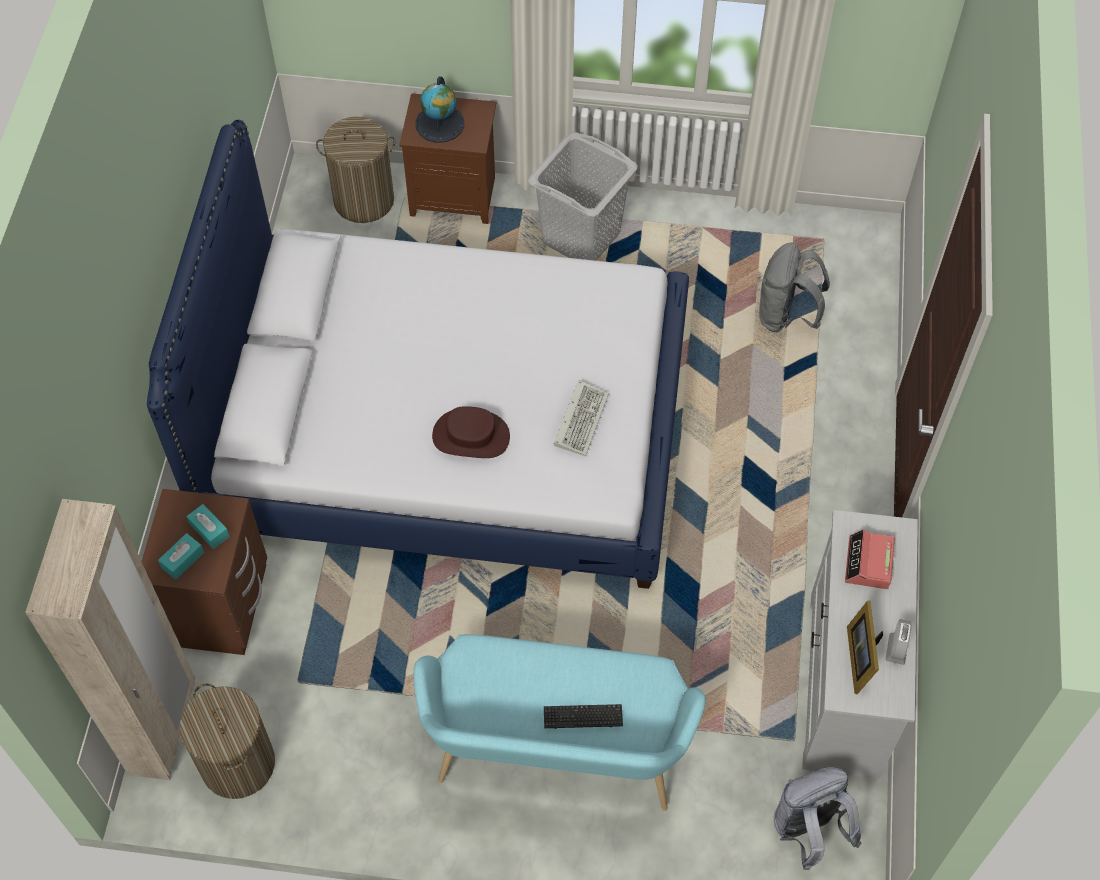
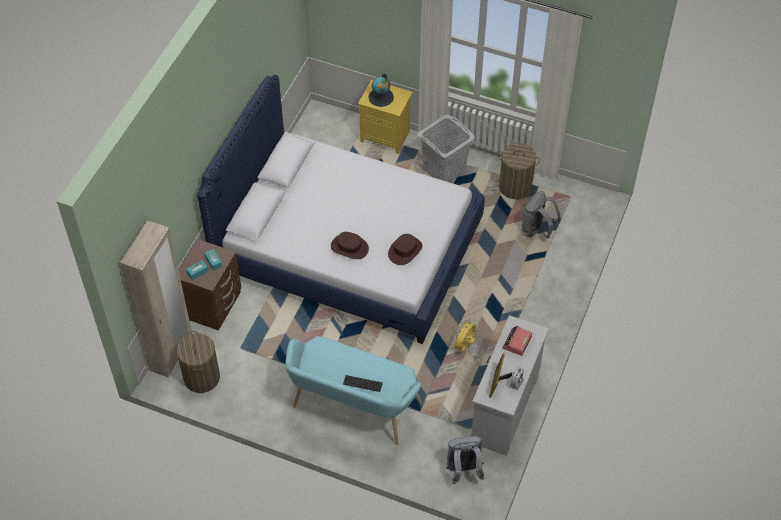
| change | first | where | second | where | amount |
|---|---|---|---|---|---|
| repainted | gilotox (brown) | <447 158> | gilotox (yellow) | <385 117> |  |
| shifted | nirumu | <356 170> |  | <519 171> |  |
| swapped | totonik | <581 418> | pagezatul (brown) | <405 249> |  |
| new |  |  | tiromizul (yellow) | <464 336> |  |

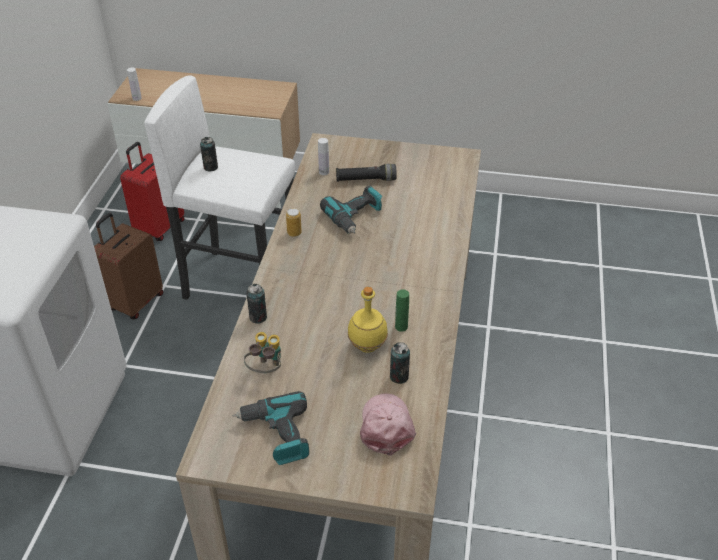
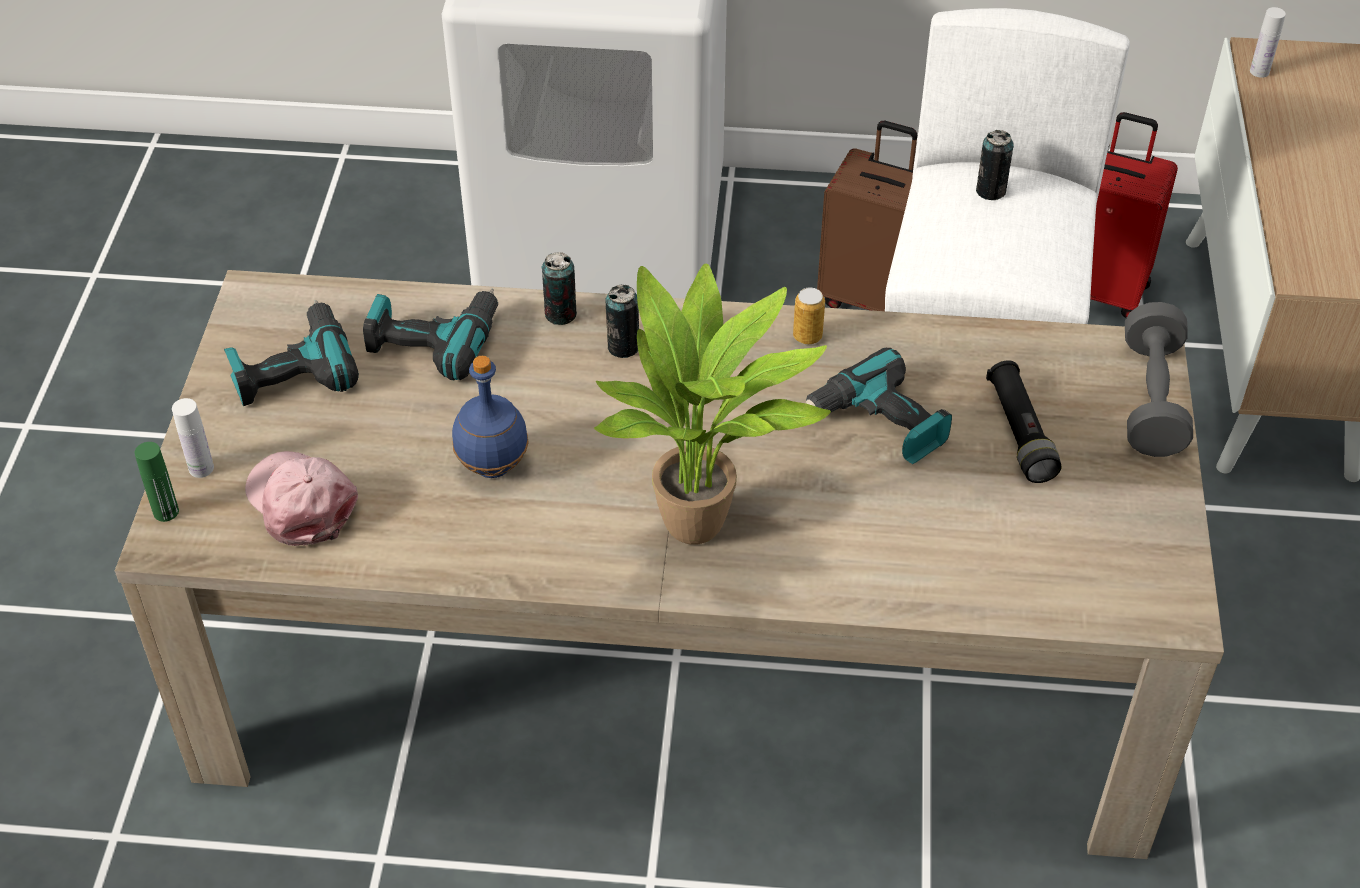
| change | first | where | second | where | amount |
|---|---|---|---|---|---|
| shifted | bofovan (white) | <323 156> |  | <193 438> |  |
| repainted | bofovan (yellow) | <368 319> | bofovan (blue) | <490 417> |  |
| shifted | bofovan (green) | <402 310> |  | <157 482> |  |
| swapped | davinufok | <262 352> | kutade | <430 334> |  |
| shifted | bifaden | <400 363> |  | <622 321> |  |
| rotated | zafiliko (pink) | <388 424> |  | <301 498> | 120 degrees counterclockwise |
| new |  |  | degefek | <712 404> |  |
| new |  |  | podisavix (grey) | <1159 379> |  |

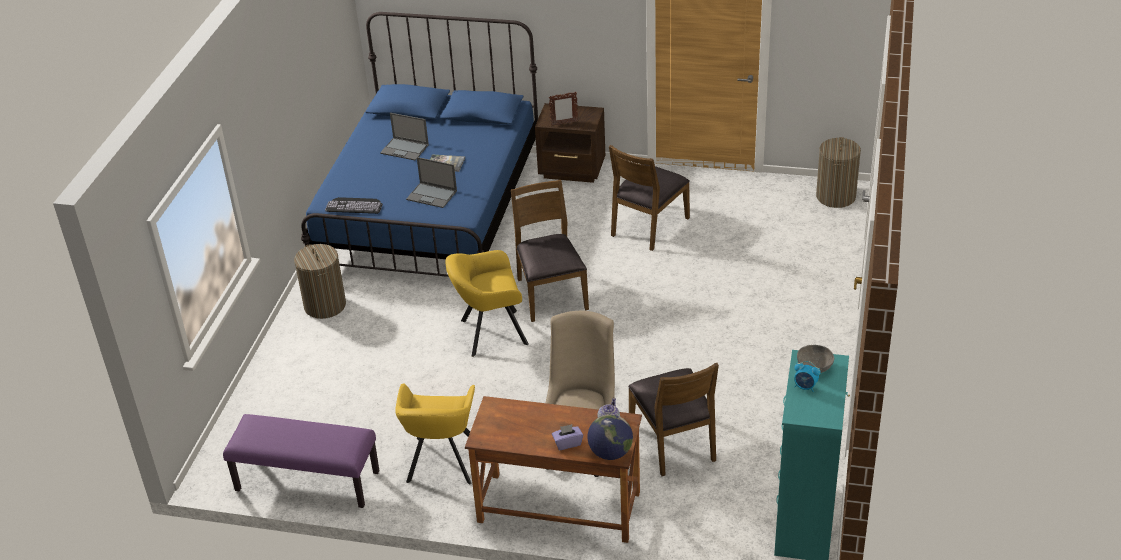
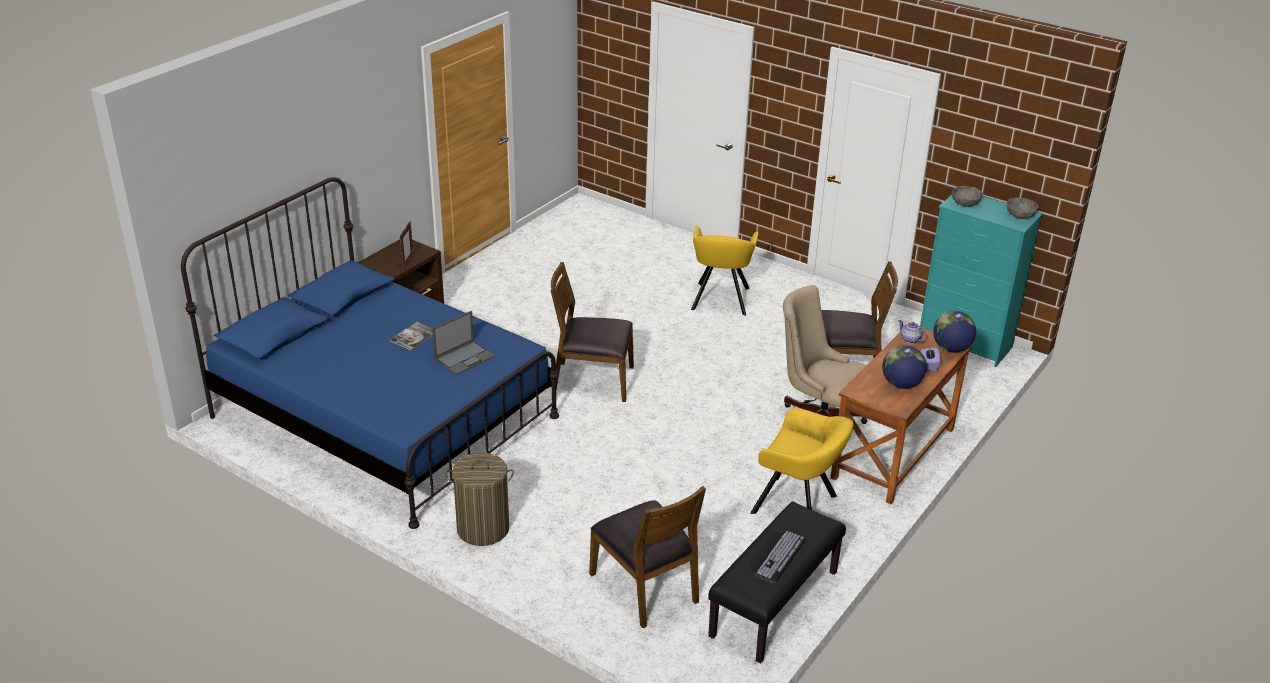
| change | first | where | second | where | amount |
|---|---|---|---|---|---|
| gone | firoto | <404 137> |  |  |  |
| gone | nirumu | <838 172> |  |  |  |
| shifted | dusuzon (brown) | <649 198> |  | <647 557> |  |
| shifted | totonik | <354 205> |  | <777 557> |  |
| shifted | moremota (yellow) | <487 303> |  | <724 271> |  |
| gone | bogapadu | <807 376> |  |  |  |
| repainted | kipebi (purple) | <301 461> | kipebi (black) | <777 582> |  |
| new |  |  | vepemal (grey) | <1022 208> |  |
| new |  |  | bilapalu | <904 367> |  |

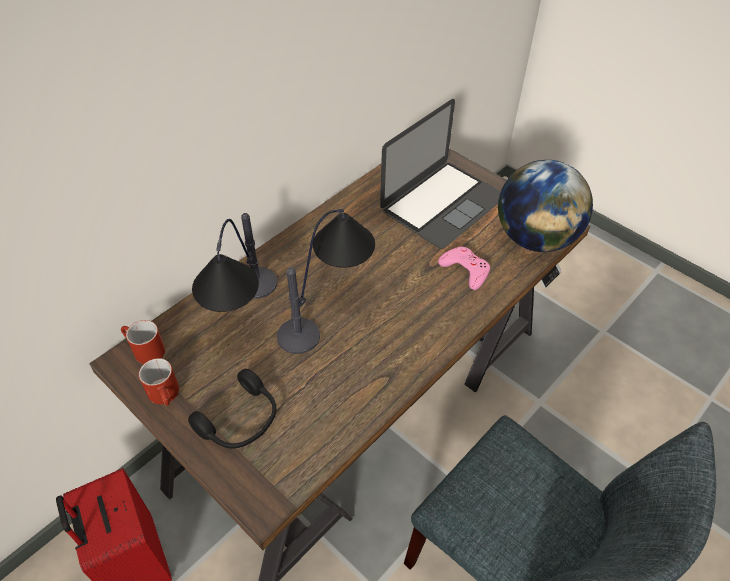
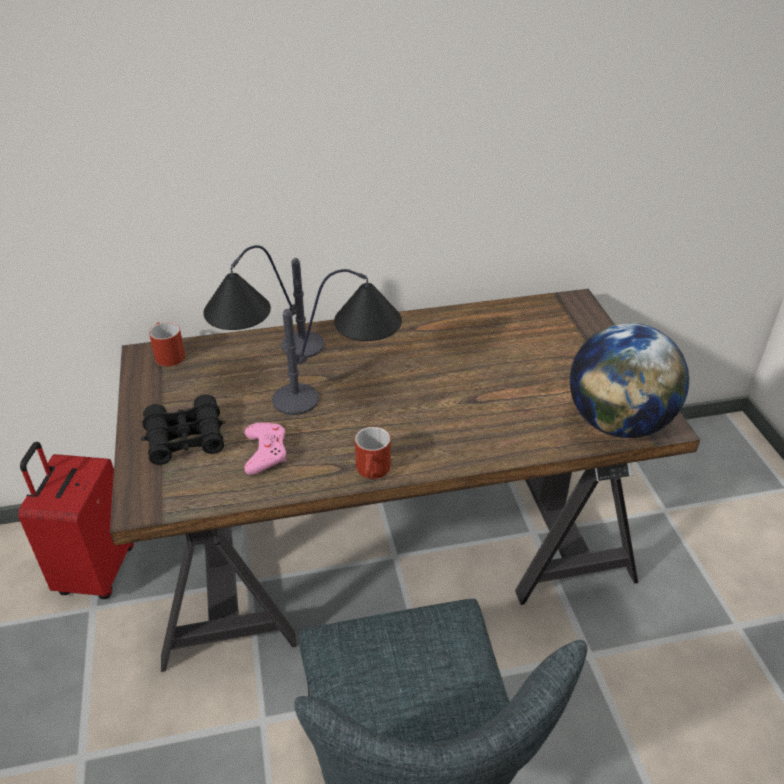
| change | first | where | second | where | amount |
|---|---|---|---|---|---|
| gone | firoto | <440 174> |  |  |  |
| shifted | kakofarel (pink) | <464 268> |  | <265 449> |  |
| shifted | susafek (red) | <159 382> |  | <373 453> |  |
| swapped | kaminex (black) | <232 408> | davinufok (black) | <183 429> |  |

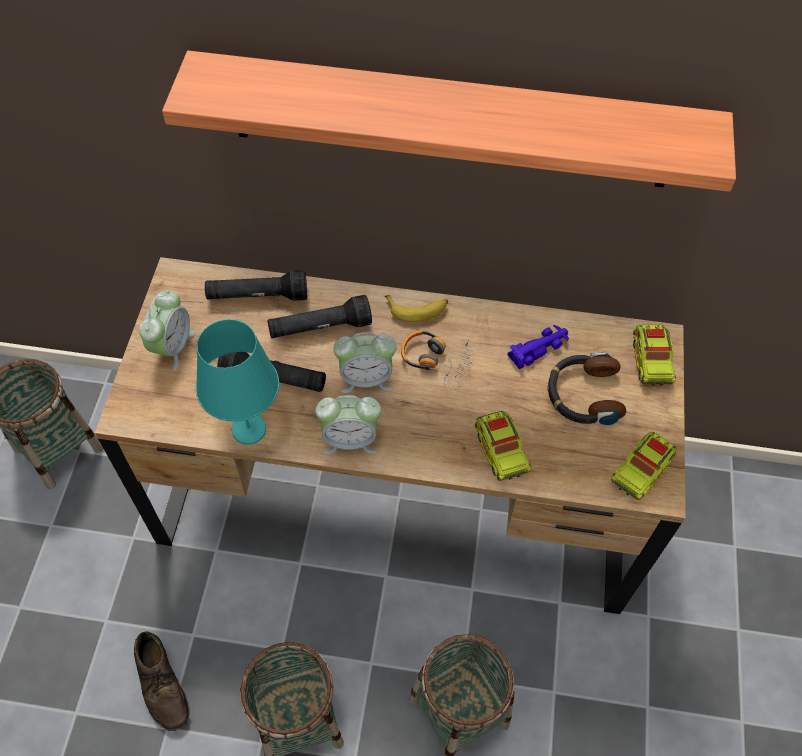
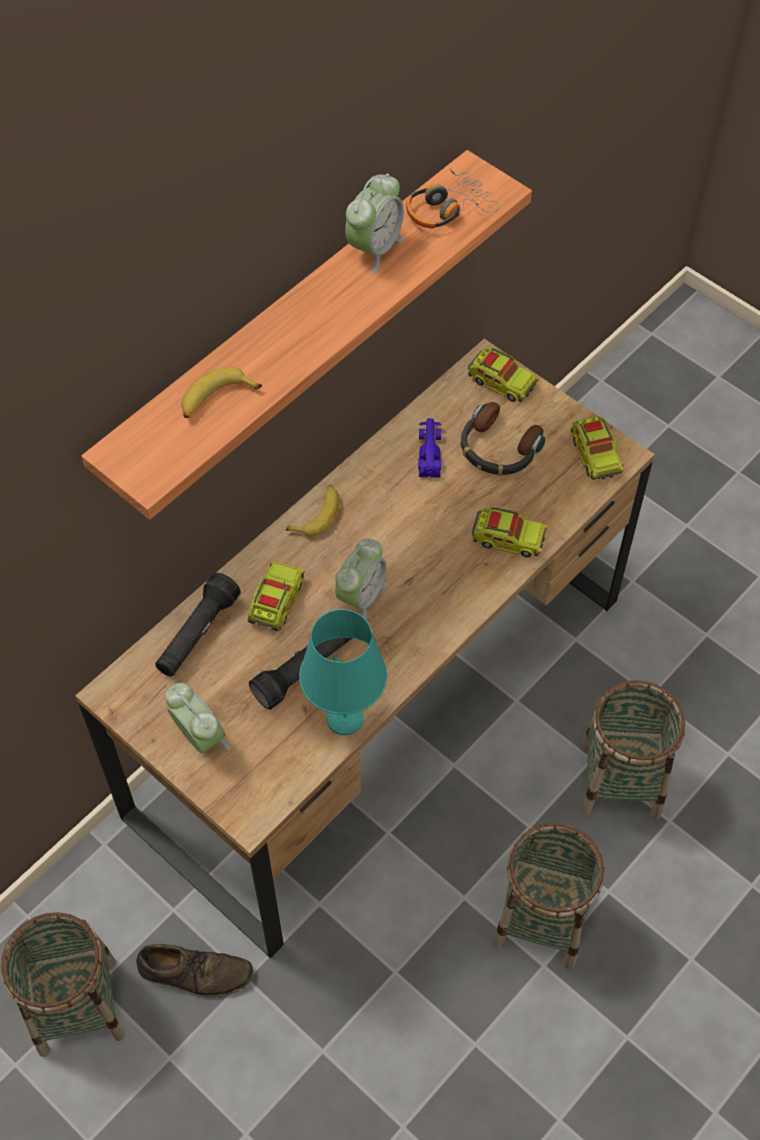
| change | first | where | second | where | amount |
|---|---|---|---|---|---|
| swapped | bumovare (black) | <319 316> | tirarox | <276 596> |  |
| shifted | kaminex | <437 360> |  | <452 199> |  |
| shifted | bogapadu | <348 424> |  | <375 224> |  |
| shifted | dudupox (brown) | <162 681> |  | <194 970> |  |
| new |  |  | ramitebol | <221 392> |  |

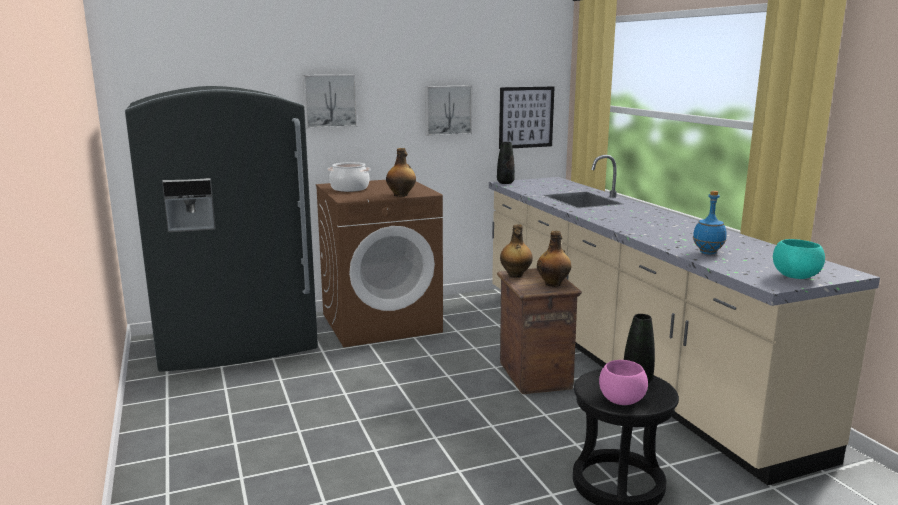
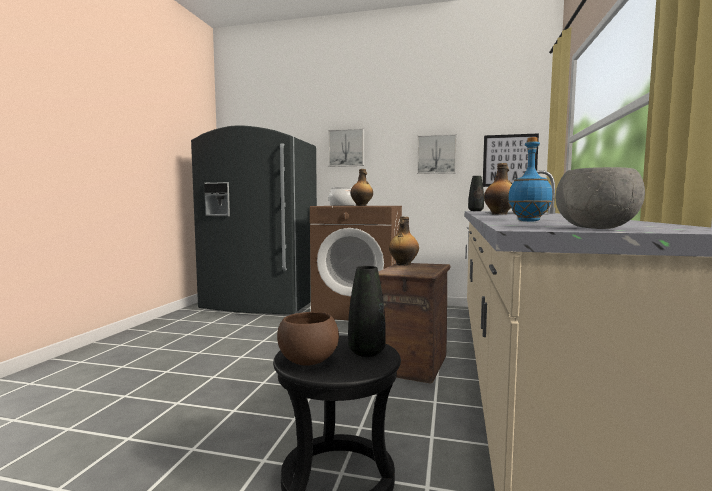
| change | first | where | second | where | amount |
|---|---|---|---|---|---|
| shifted | bofovan | <554 259> |  | <498 189> |  |
| repainted | vepemal (turquoise) | <799 259> | vepemal (grey) | <600 198> |  |
| repainted | vepemal (pink) | <623 382> | vepemal (brown) | <308 339> |  |

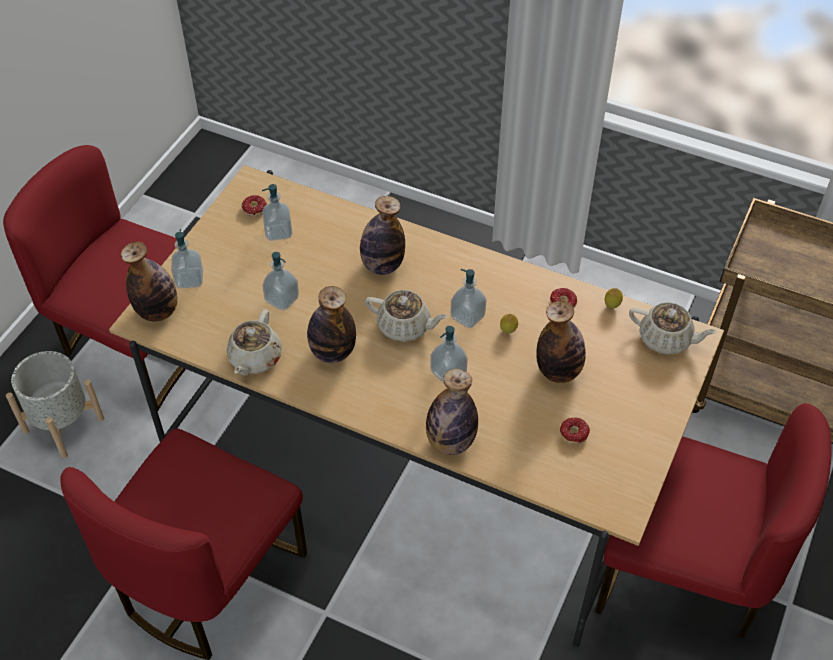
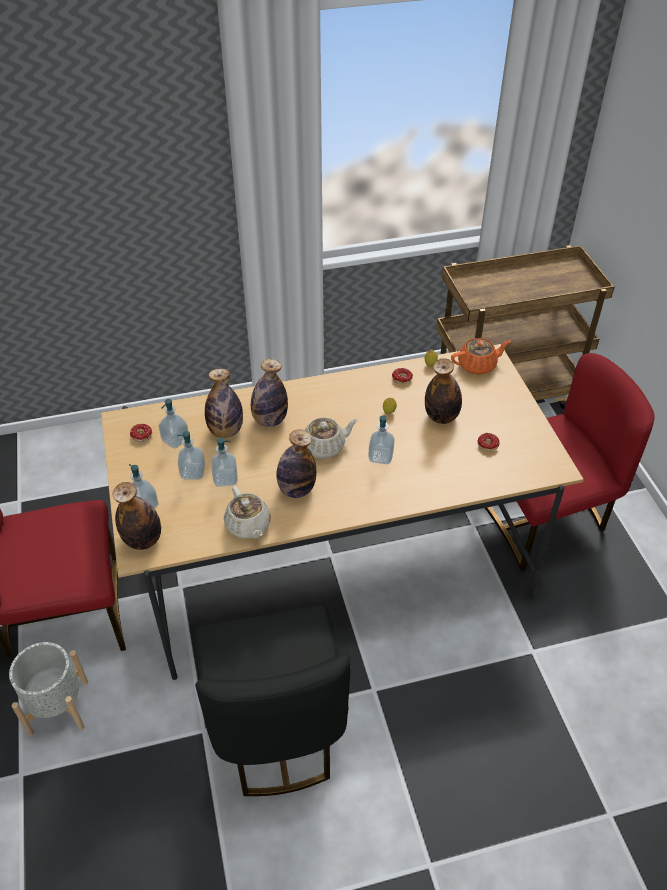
| change | first | where | second | where | amount |
|---|---|---|---|---|---|
| shifted | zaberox | <469 298> |  | <191 455> |  |
| repainted | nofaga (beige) | <673 328> | nofaga (orange) | <481 356> |  |
| shifted | bofovan | <452 412> |  | <224 403> |  |
| repainted | dusuzon (red) | <183 544> | dusuzon (black) | <272 700> |  |

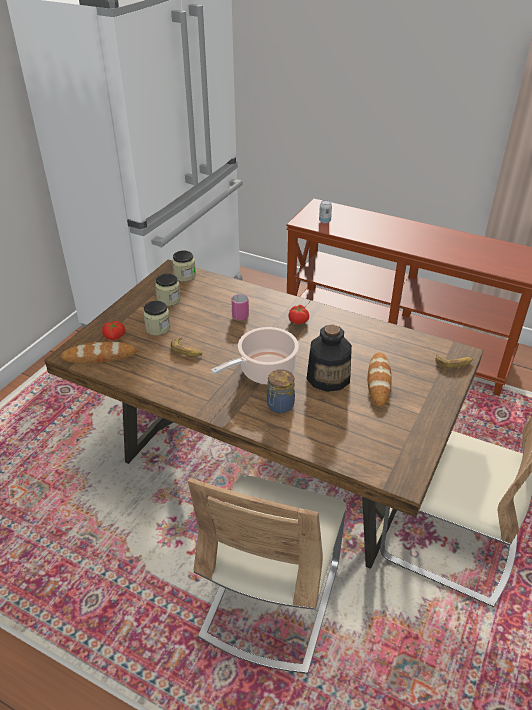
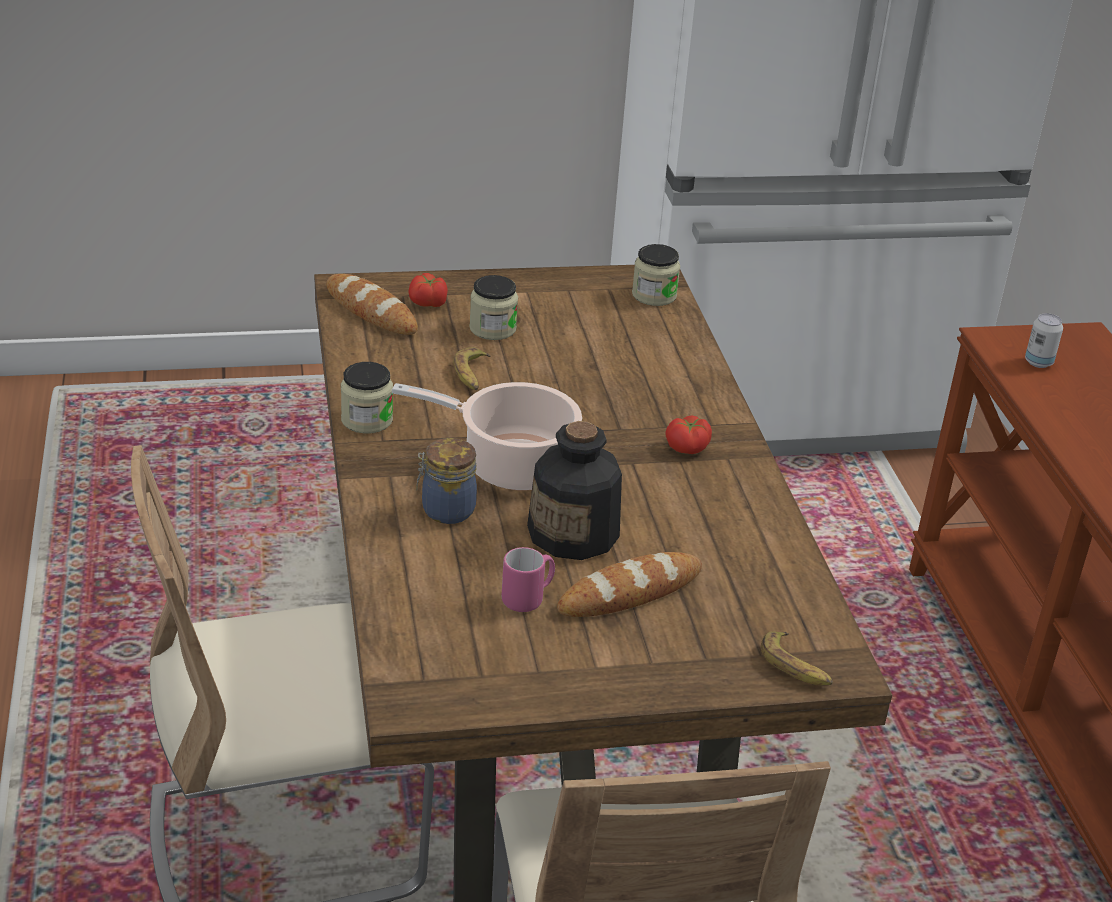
| change | first | where | second | where | amount |
|---|---|---|---|---|---|
| shifted | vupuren | <168 289> |  | <367 398> |  |
| shifted | susafek (pink) | <240 307> |  | <528 579> |  |

